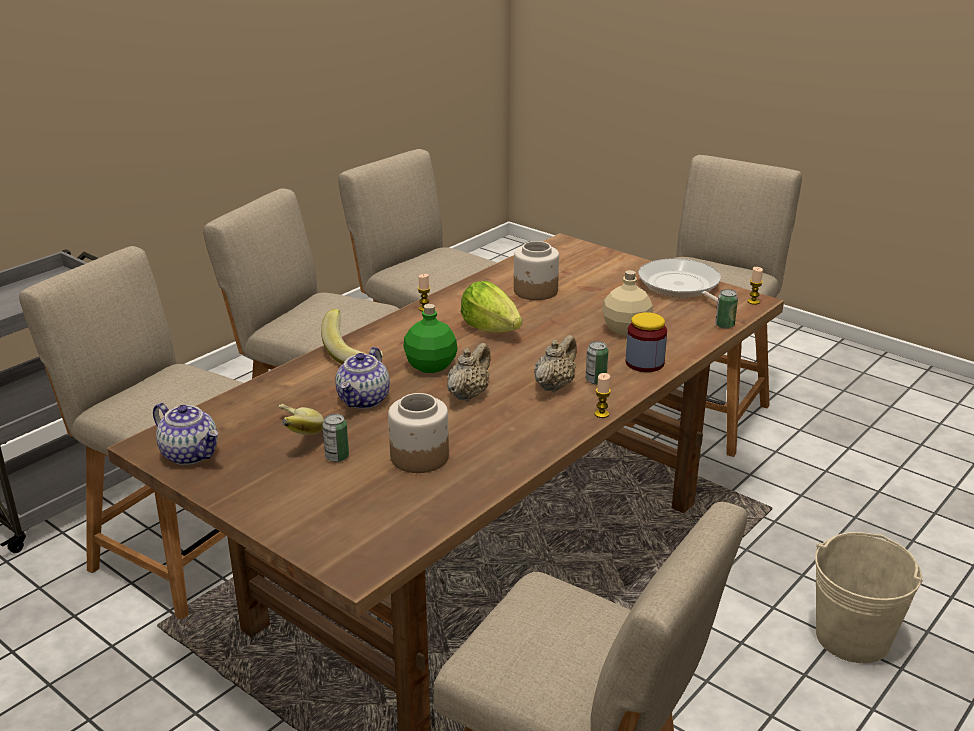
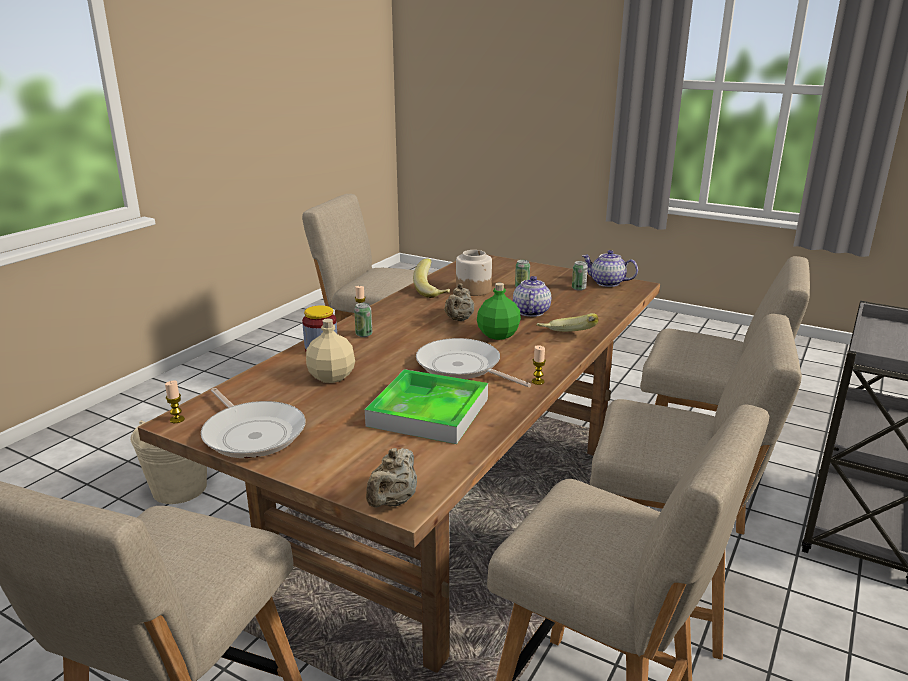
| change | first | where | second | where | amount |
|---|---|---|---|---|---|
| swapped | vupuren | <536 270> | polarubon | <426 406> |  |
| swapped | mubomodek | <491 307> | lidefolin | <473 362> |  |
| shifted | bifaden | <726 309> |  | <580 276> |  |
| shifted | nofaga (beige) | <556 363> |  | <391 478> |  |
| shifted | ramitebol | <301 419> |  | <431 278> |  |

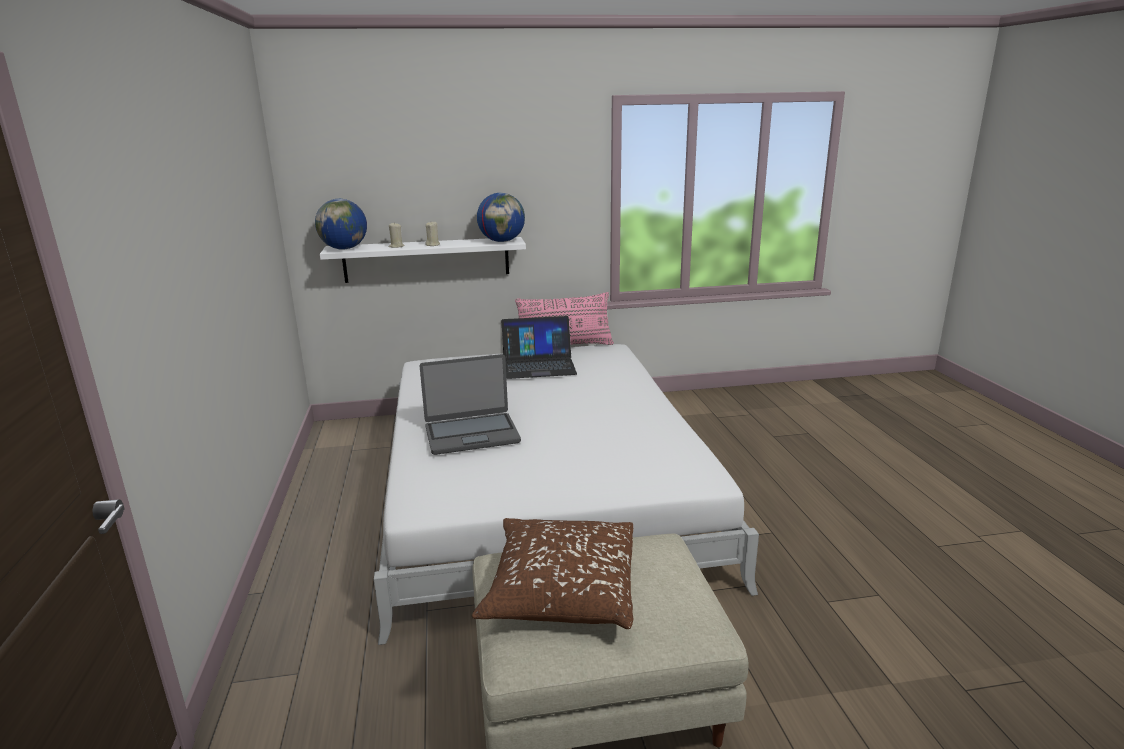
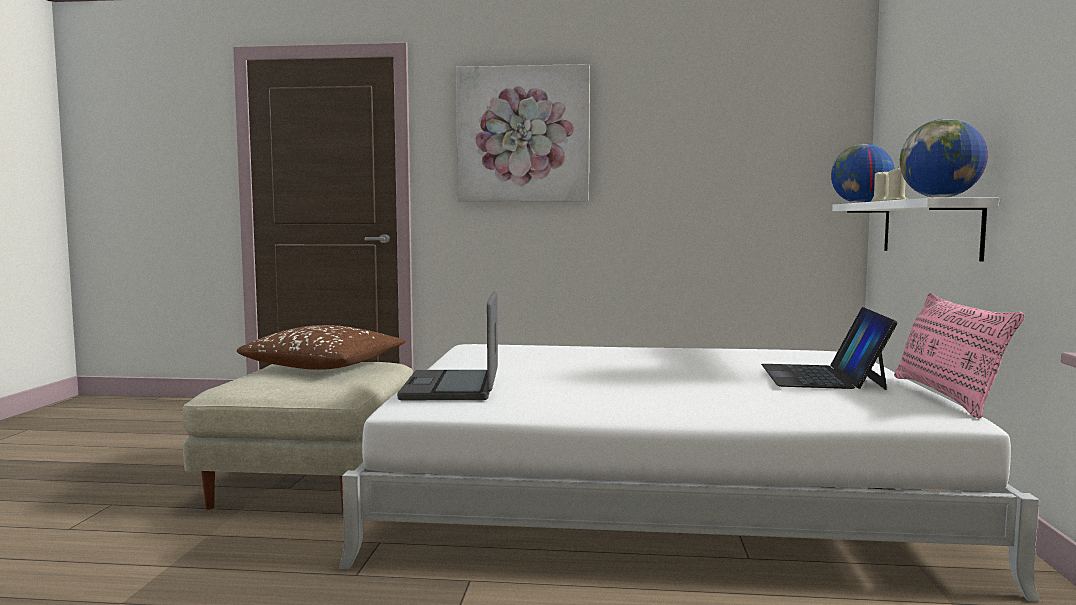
| change | first | where | second | where | amount |
|---|---|---|---|---|---|
| shifted | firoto | <470 404> |  | <447 345> |  |
| new |  |  | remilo | <523 132> |  |

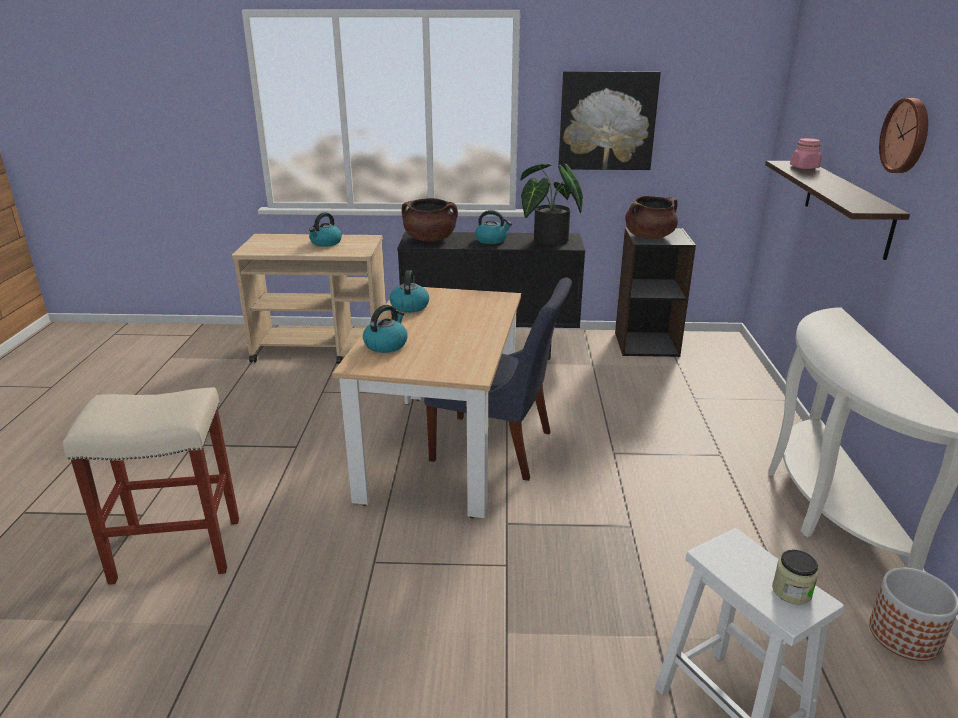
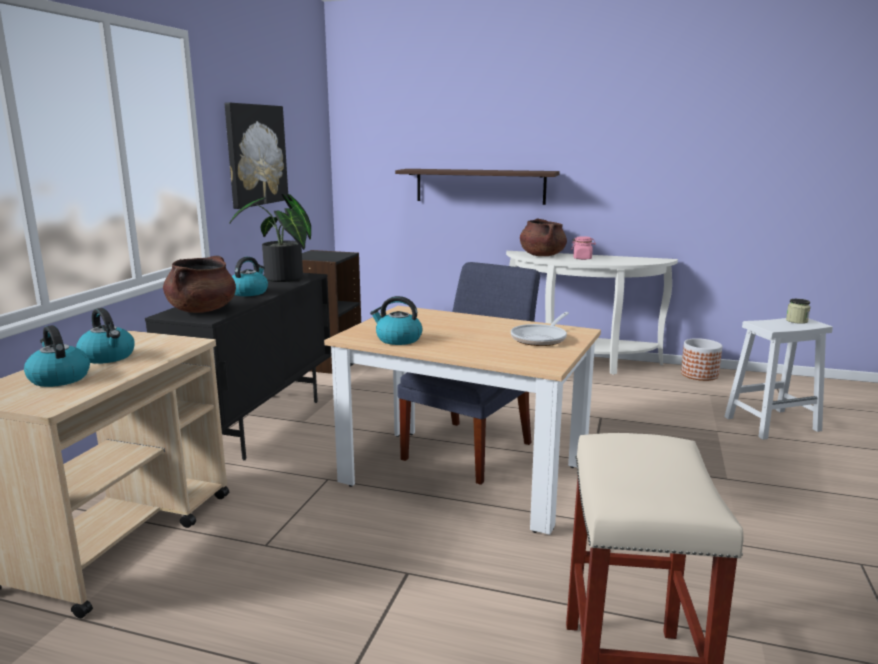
| change | first | where | second | where | amount |
|---|---|---|---|---|---|
| gone | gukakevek | <903 135> |  |  |  |
| shifted | vupuren (pink) | <806 153> |  | <583 248> |  |
| shifted | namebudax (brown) | <651 217> |  | <543 237> |  |
| shifted | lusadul | <385 329> |  | <57 356> |  |
| new |  |  | lidefolin | <540 329> |  |

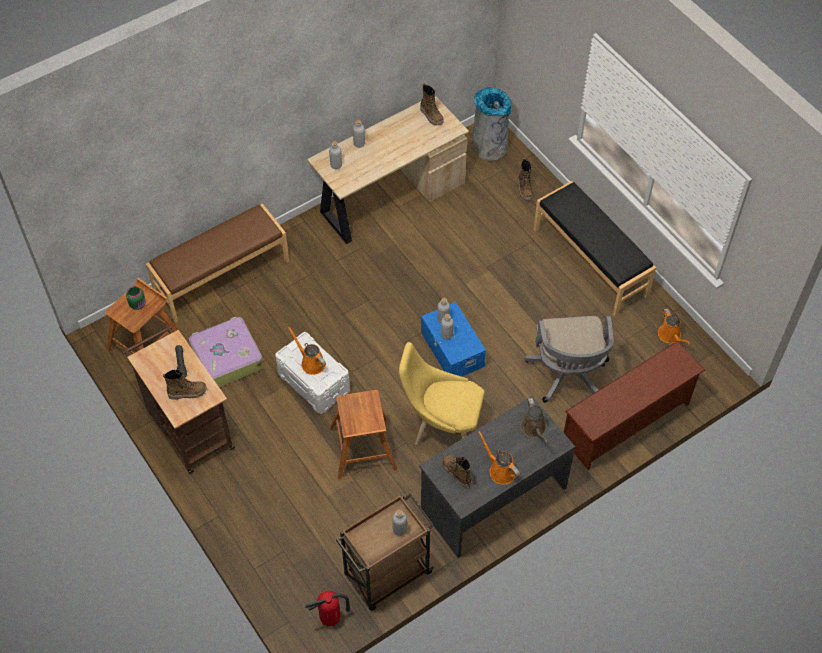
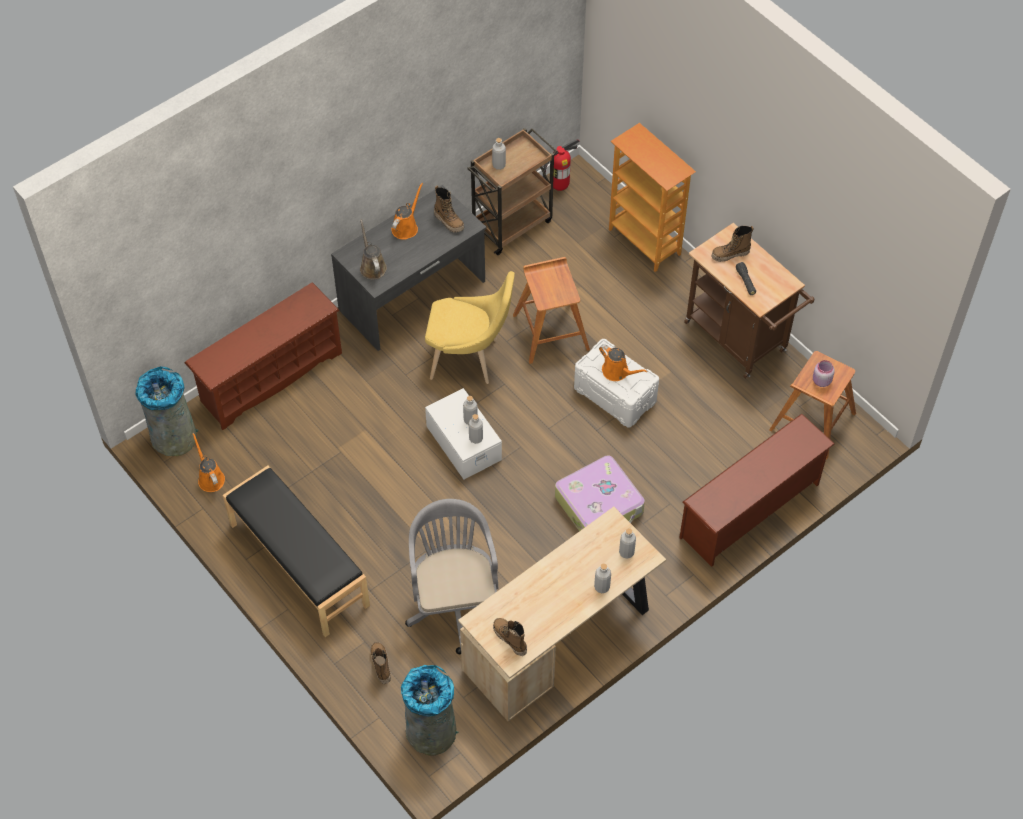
| change | first | where | second | where | amount |
|---|---|---|---|---|---|
| swapped | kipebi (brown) | <217 263> | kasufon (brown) | <757 490> |  |
| repainted | vupuren (green) | <136 298> | vupuren (pink) | <824 373> |  |
| repainted | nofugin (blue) | <453 339> | nofugin (white) | <463 433> |  |
| shifted | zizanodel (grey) | <569 359> |  | <451 576> |  |
| shifted | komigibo | <226 352> |  | <600 493> |  |
| rotated | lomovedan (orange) | <499 458> |  | <407 211> | 105 degrees counterclockwise |
| new |  |  | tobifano | <652 197> |  |
| new |  |  | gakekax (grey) | <167 411> |  |

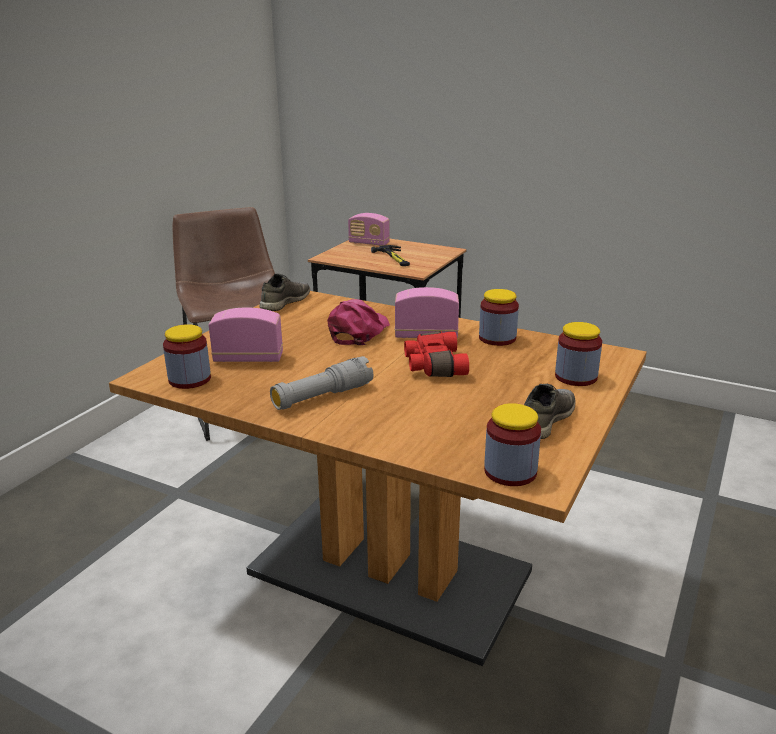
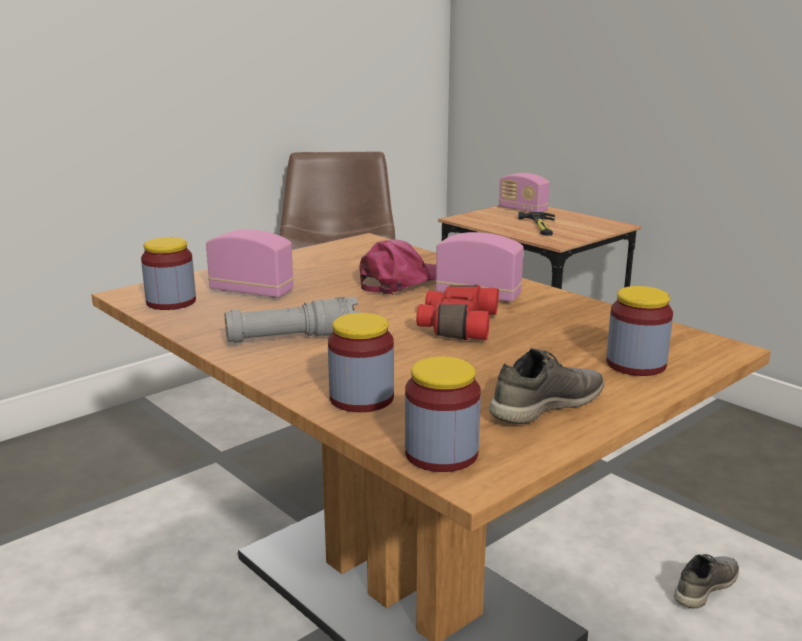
| change | first | where | second | where | amount |
|---|---|---|---|---|---|
| shifted | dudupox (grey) | <284 292> |  | <706 581> |  |
| shifted | vupuren | <499 317> |  | <361 362> |  |

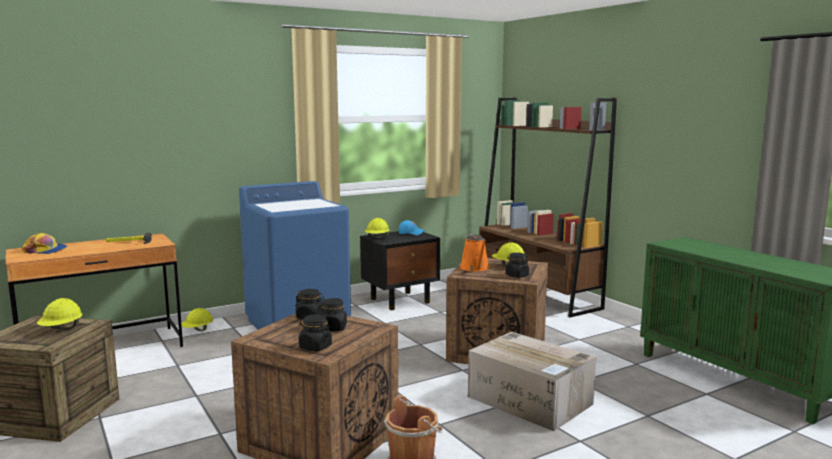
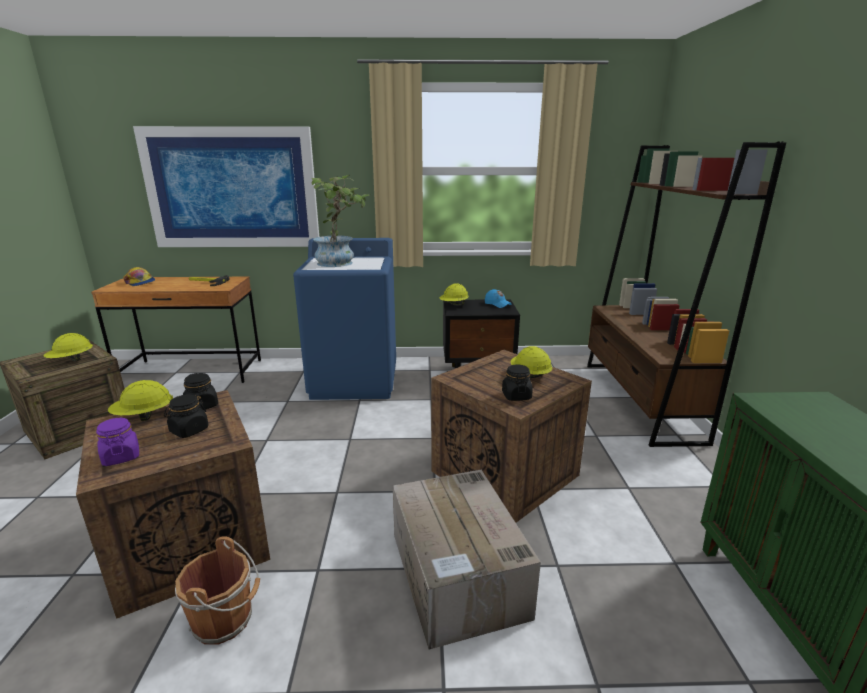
| change | first | where | second | where | amount |
|---|---|---|---|---|---|
| gone | lomovedan (orange) | <474 252> |  |  |  |
| shifted | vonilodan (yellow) | <197 319> |  | <140 400> |  |
| repainted | vupuren (black) | <315 332> | vupuren (purple) | <117 442> |  |
| new |  |  | remilo | <226 186> |  |
| new |  |  | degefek | <340 221> |  |

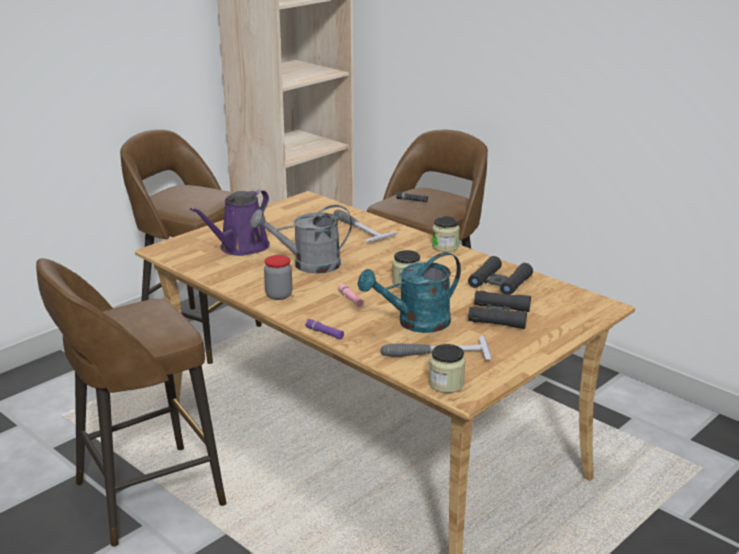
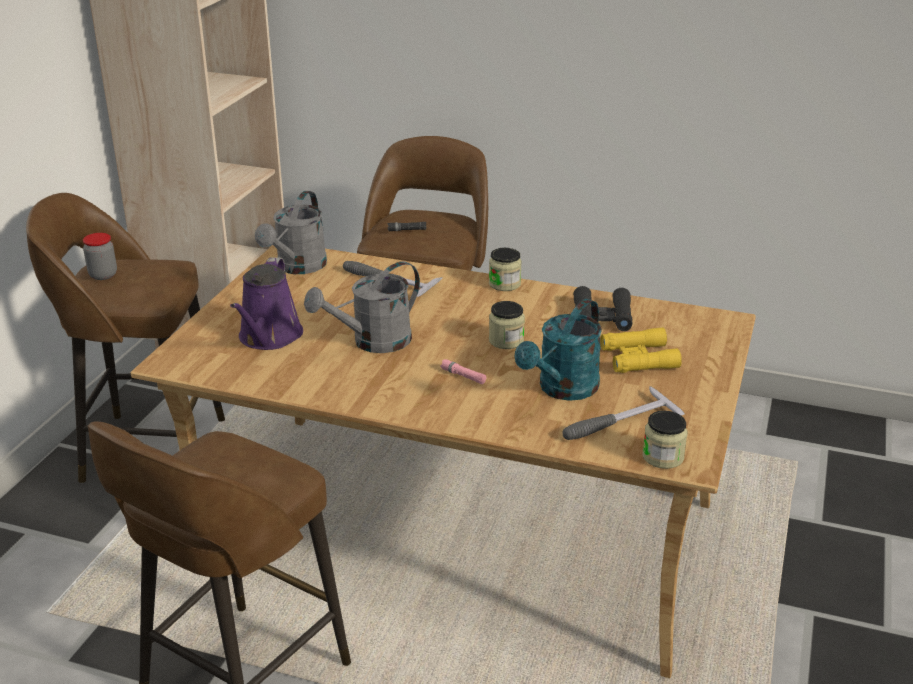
| change | first | where | second | where | amount |
|---|---|---|---|---|---|
| shifted | vupuren | <278 277> |  | <100 256> |  |
| repainted | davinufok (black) | <499 310> | davinufok (yellow) | <641 350> |  |
| gone | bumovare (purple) | <324 329> |  |  |  |
| new |  |  | lomovedan (grey) | <291 232> |  |

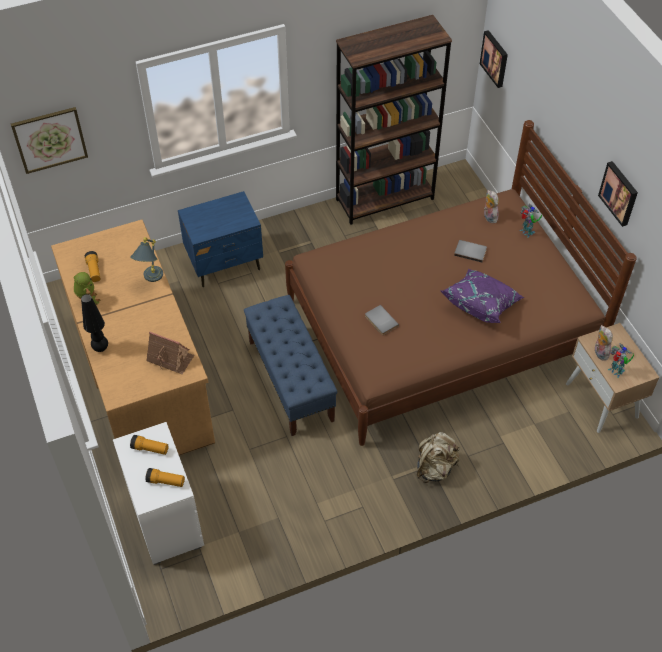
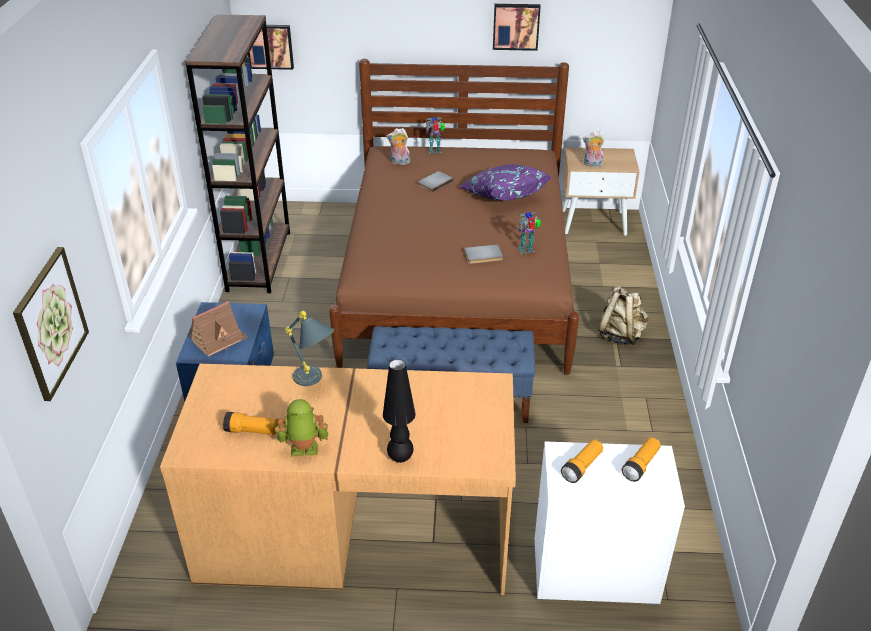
| change | first | where | second | where | amount |
|---|---|---|---|---|---|
| shifted | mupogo | <170 353> |  | <219 329> |  |
| shifted | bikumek | <621 360> |  | <529 233> |  |

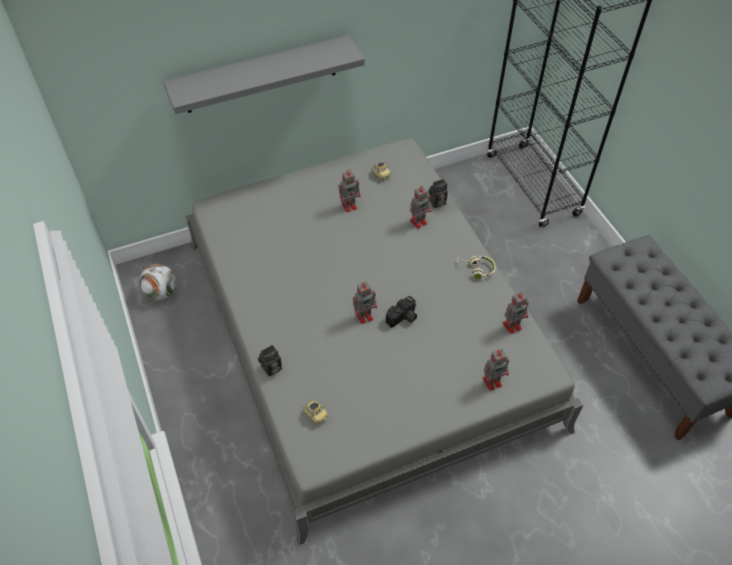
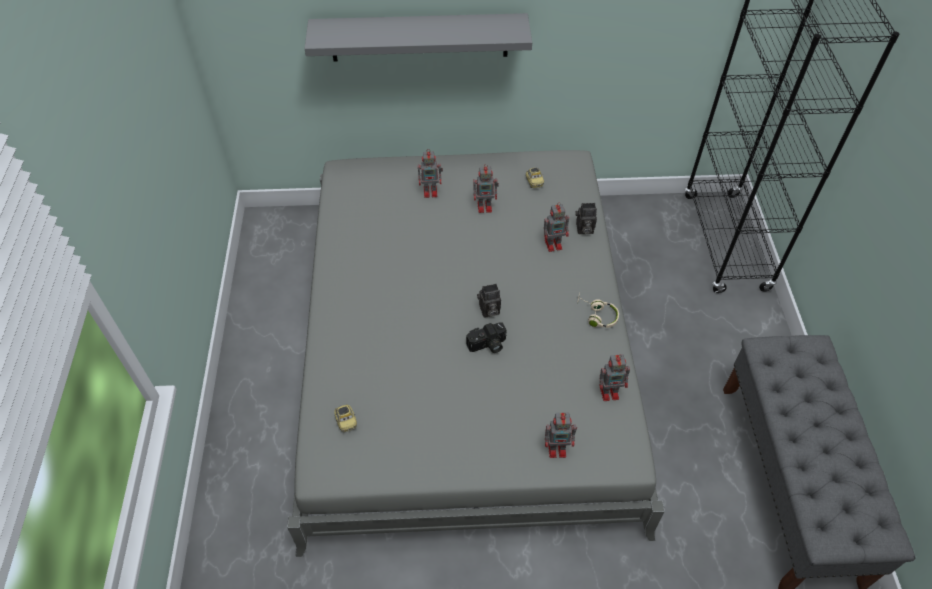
| change | first | where | second | where | amount |
|---|---|---|---|---|---|
| gone | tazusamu | <157 282> |  |  |  |
| shifted | bikumek | <365 303> |  | <430 173> |  |
| shifted | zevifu | <269 360> |  | <489 300> |  |

